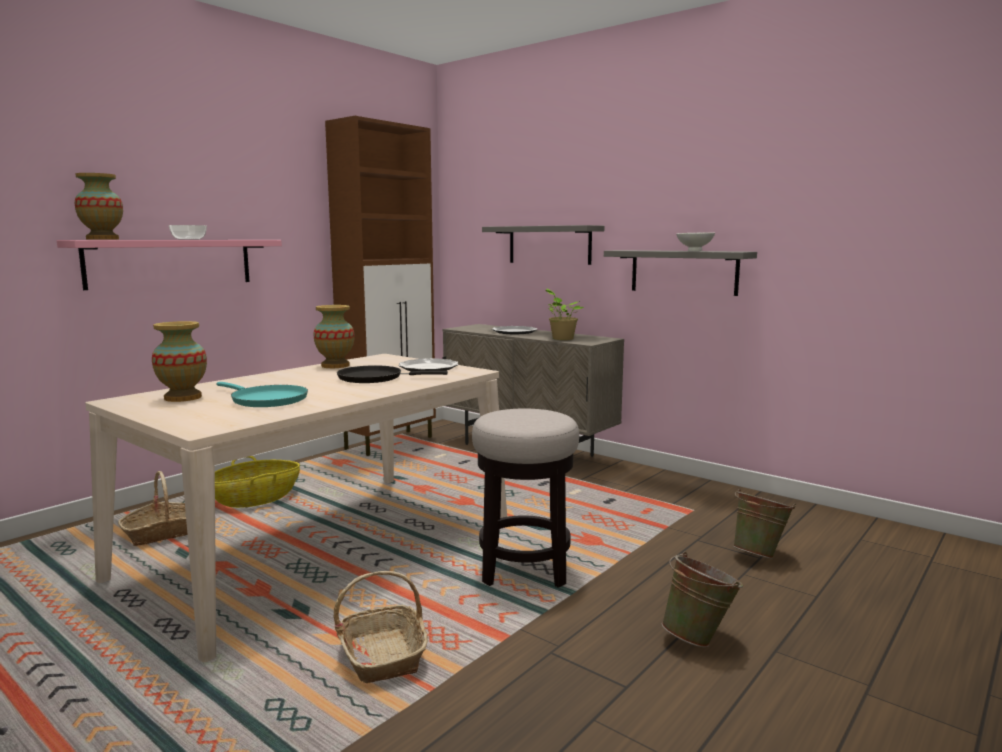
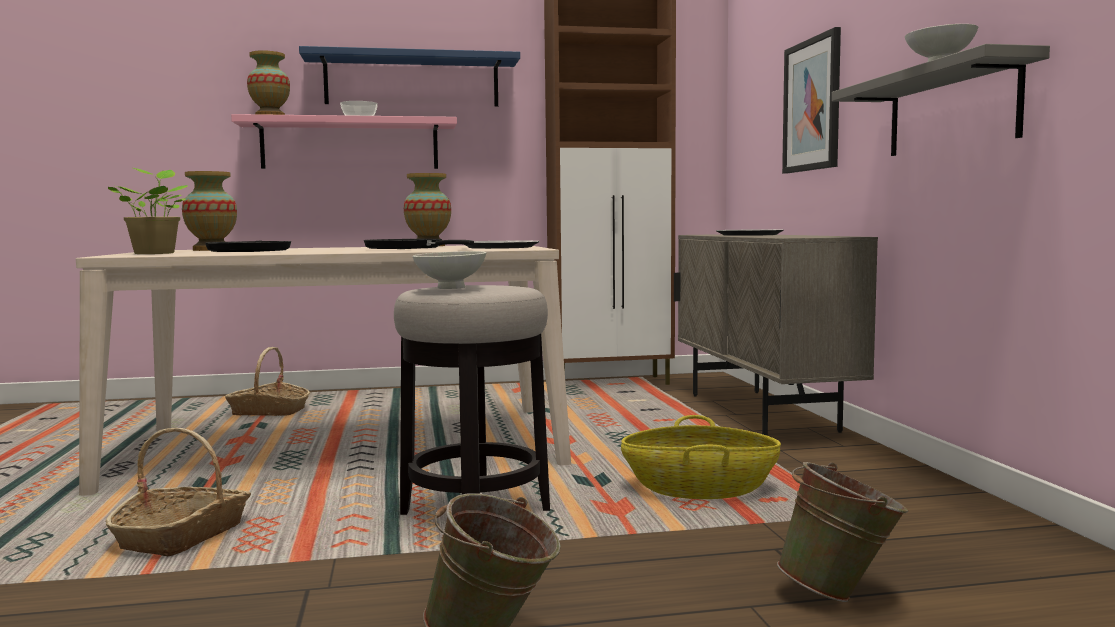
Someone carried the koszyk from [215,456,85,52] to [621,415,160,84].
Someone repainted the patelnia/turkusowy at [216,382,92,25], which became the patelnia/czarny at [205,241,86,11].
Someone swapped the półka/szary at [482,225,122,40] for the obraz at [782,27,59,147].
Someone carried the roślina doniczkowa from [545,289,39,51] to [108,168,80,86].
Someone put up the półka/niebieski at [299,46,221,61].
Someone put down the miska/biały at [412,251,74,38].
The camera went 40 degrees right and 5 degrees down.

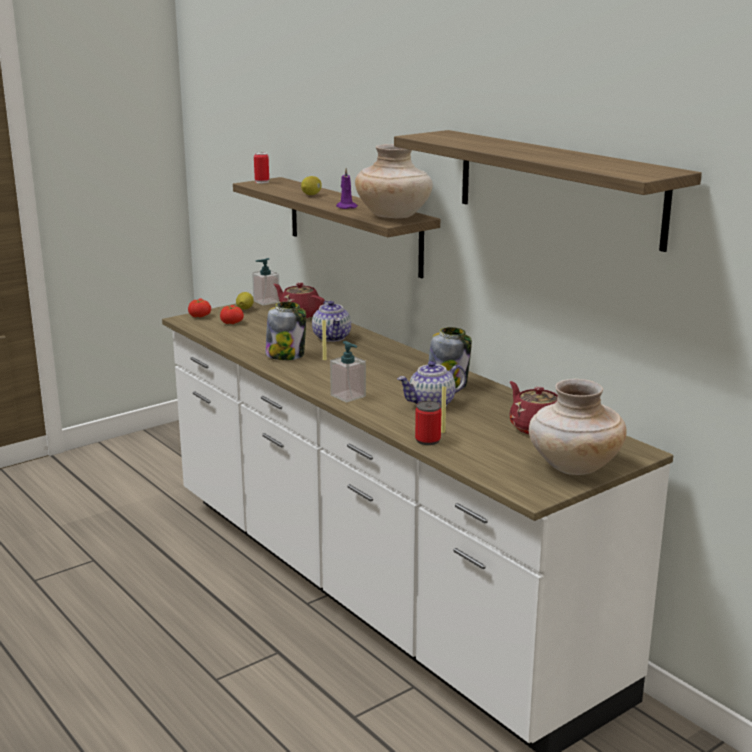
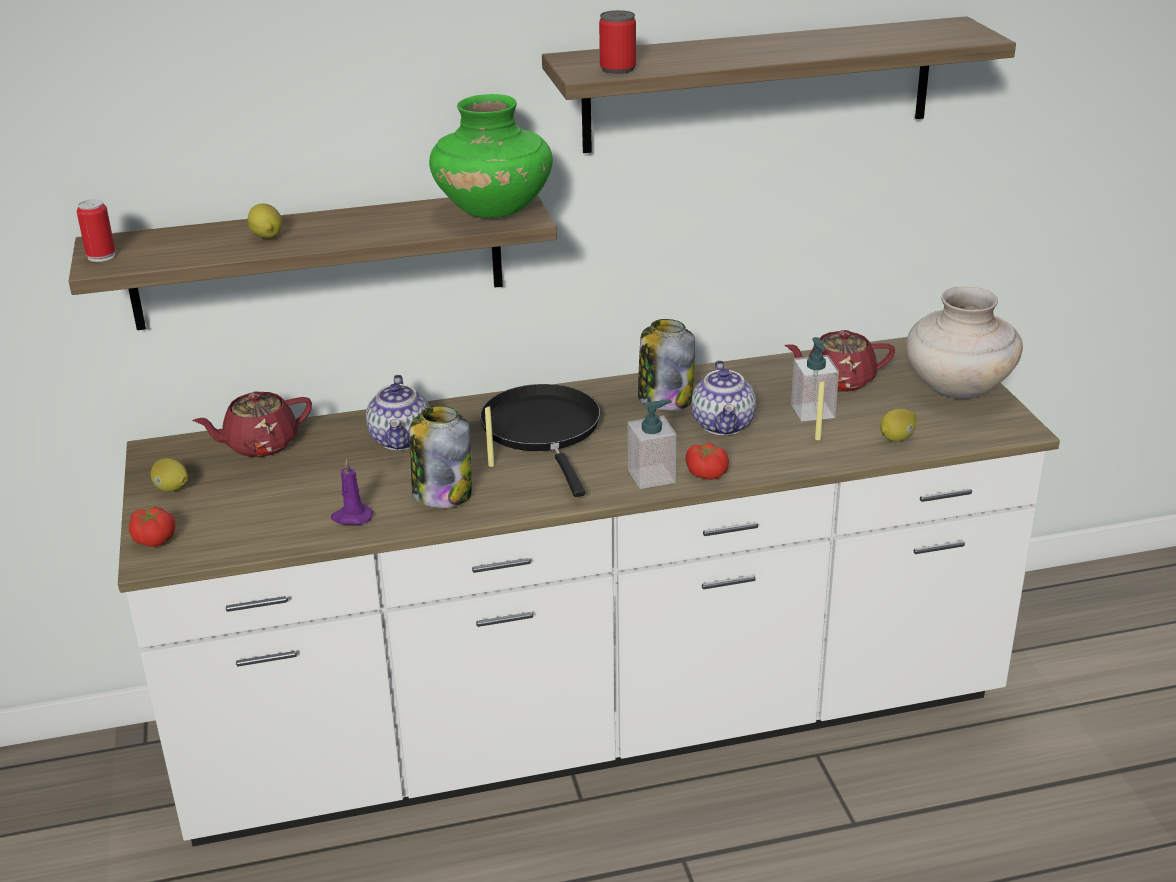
Someone carried the pomidor from [220,305,24,19] to [685,443,44,37].
Someone carried the dozownik mydła from [252,258,28,48] to [791,337,48,84].
Someone rotated the imbryk at [312,301,39,41] by 75 degrees clockwise.
Someone carried the świeca/fioletowy from [336,168,22,41] to [331,459,42,66].
Someone repainted the wazon/beżowy at [355,144,78,75], which became the wazon/zielony at [429,94,124,124].
Someone carried the puszka from [415,401,26,44] to [599,10,37,64].
Someone put down the patelnia/czarny at [480,384,120,113].
Someone put down the cytryna at [880,409,37,32].
The camera went 65 degrees left and 10 degrees up.

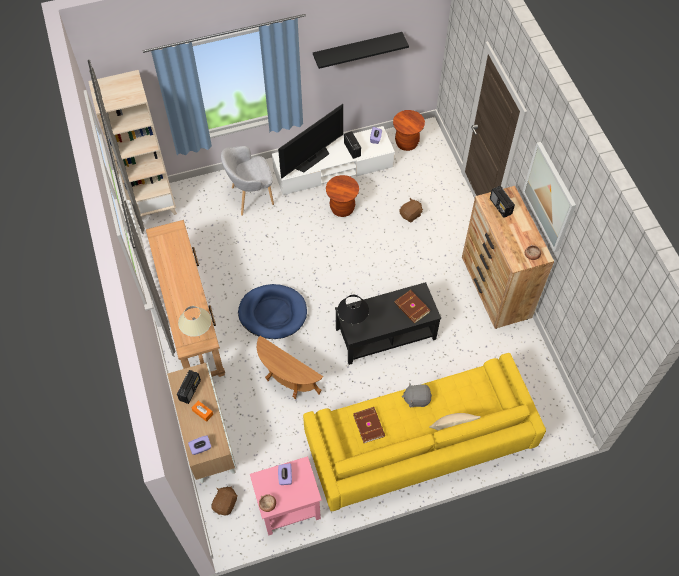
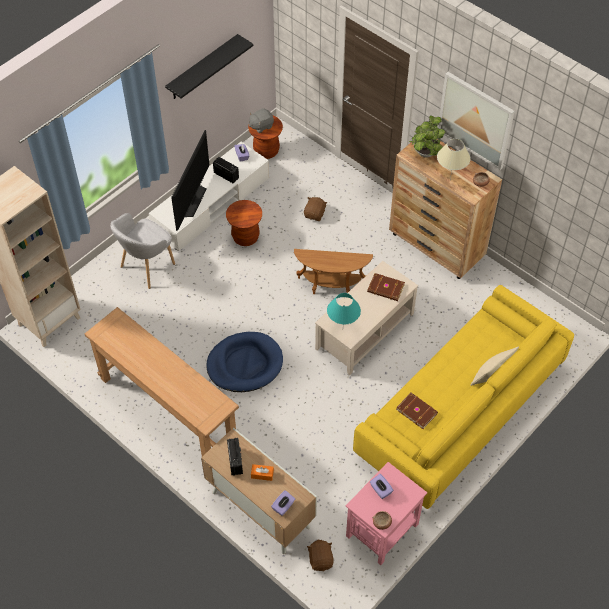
Someone carried the lampa stołowa/beżowy from [178,306,33,32] to [437,139,34,40].
Someone carried the stolik/brązowy from [257,336,66,63] to [294,249,79,45].
Someone repainted the ława/czarny at [335,282,106,83], which became the ława/beżowy at [315,261,103,114].
Someone repainted the lampa stołowa/czarny at [337,295,32,29], which became the lampa stołowa/turkusowy at [327,293,34,32].
Someone carried the pluszak/szary from [402,384,30,23] to [249,108,25,25].
Someone swapped the radio at [490,186,25,32] for the roślina doniczkowa at [409,115,36,43].
The camera went 30 degrees left and 5 degrees down.

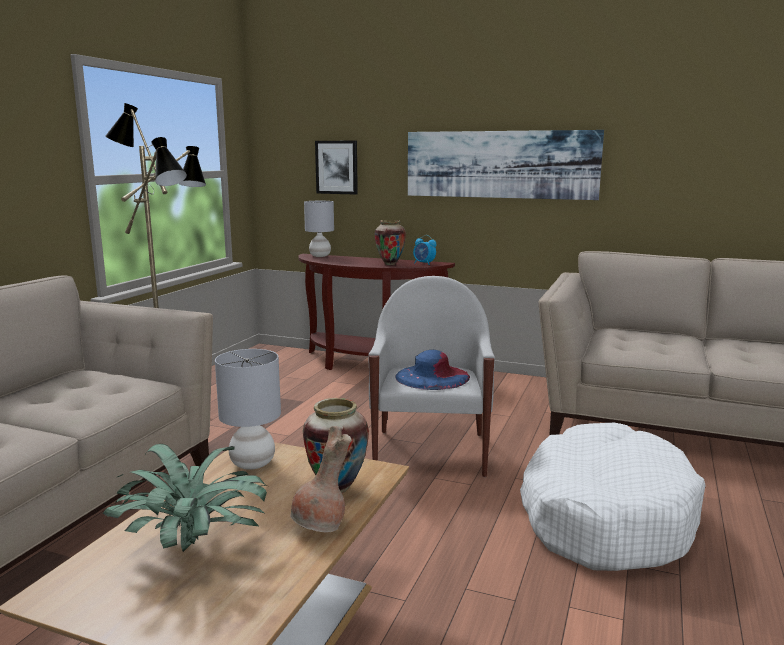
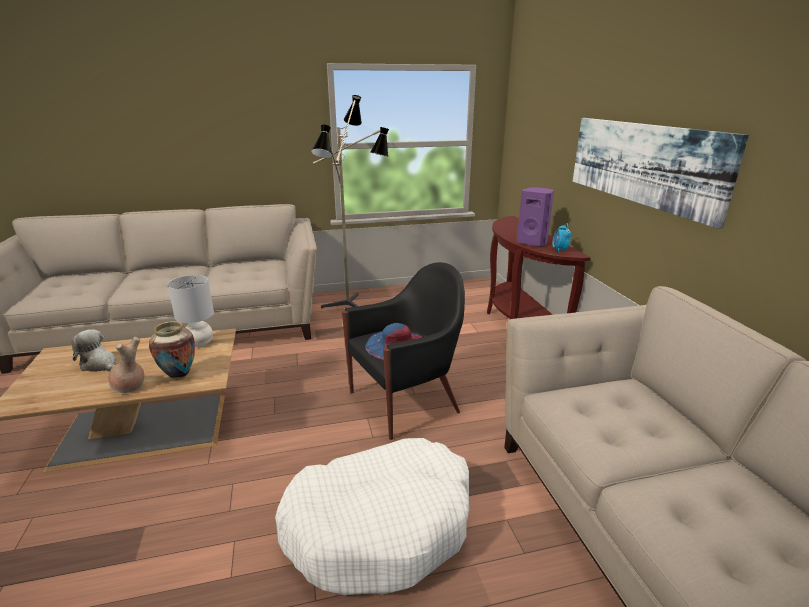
Someone swapped the roślina doniczkowa at [102,444,165,108] for the pluszak at [71,329,45,43].
Someone took away the lampa stołowa/szary at [304,201,30,56].
Someone took away the obraz at [315,141,43,54].
Someone repainted the fotel/biały at [369,276,126,201], which became the fotel/czarny at [342,262,123,178].
Someone swapped the wazon at [375,220,31,45] for the głośnik/fioletowy at [517,187,37,60].
The camera went 55 degrees right and 10 degrees up.

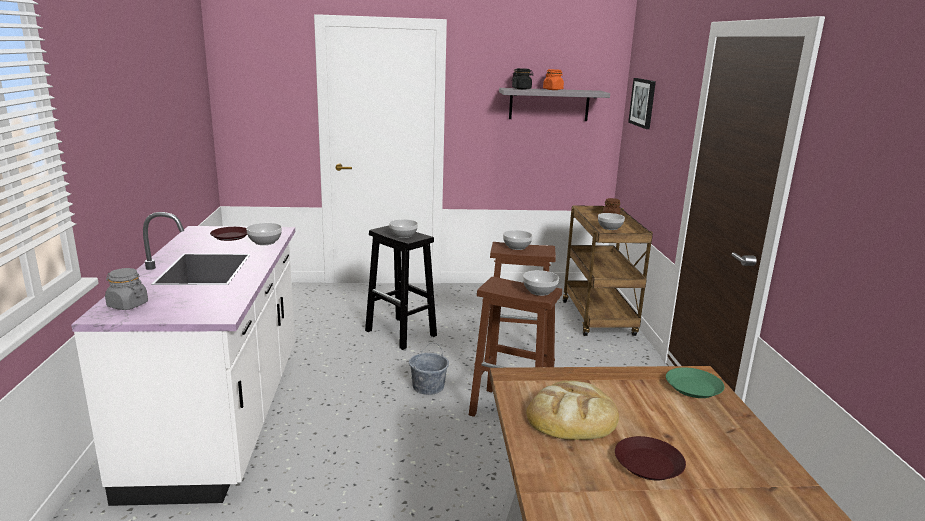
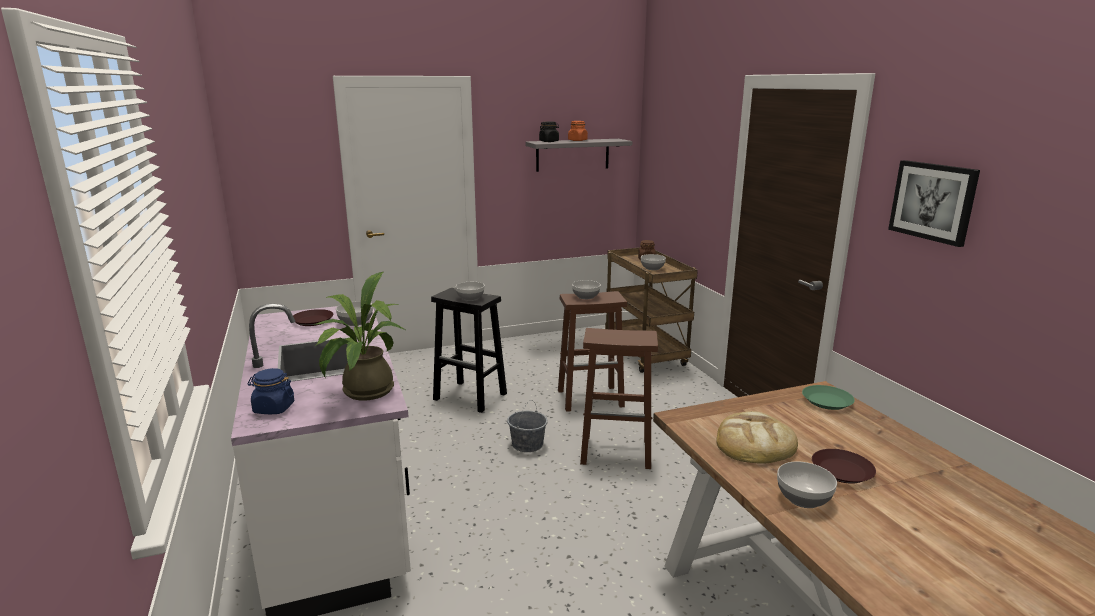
Someone repainted the słoik/szary at [105,268,43,42], which became the słoik/niebieski at [248,368,46,46].
Someone carried the miska from [523,270,36,26] to [777,462,60,46].
Someone carried the obraz from [628,78,28,51] to [888,160,92,87].
Someone put down the roślina doniczkowa at [315,272,90,129].
The camera went 15 degrees left and 0 degrees up.

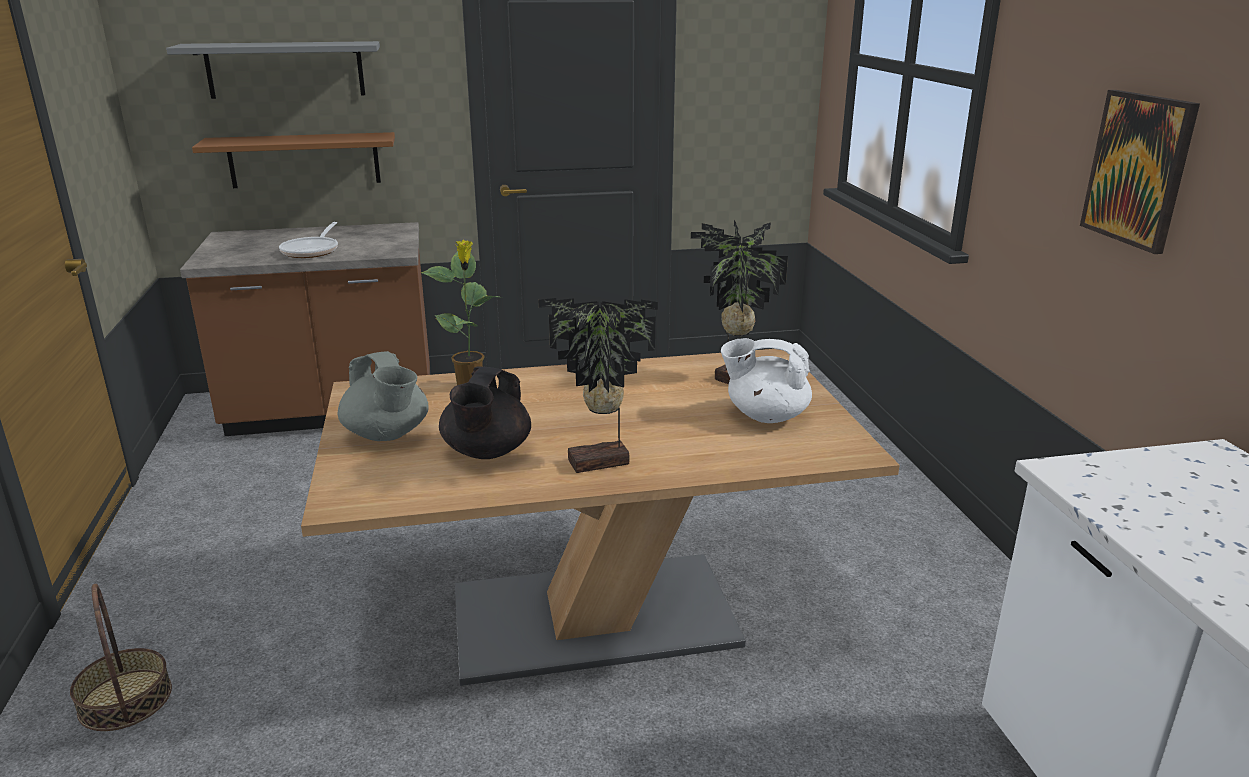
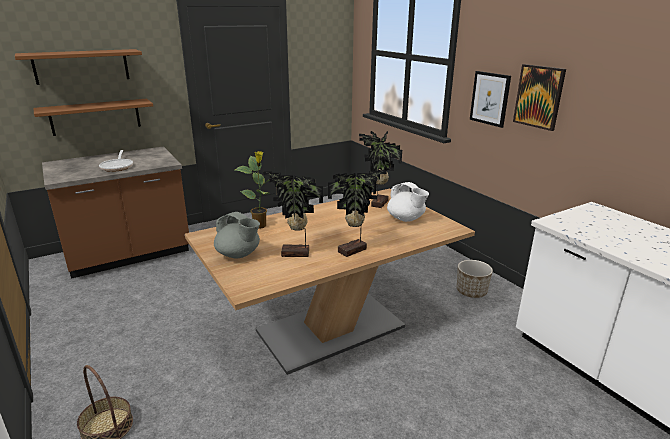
Someone repainted the półka/szary at [166,41,214,58], which became the półka/brązowy at [15,49,127,36].
Someone swapped the imbryk/czarny at [439,366,92,93] for the roślina doniczkowa at [263,172,60,85].
Someone rotated the imbryk/biały at [721,338,91,85] by 120 degrees counterclockwise.
Someone put down the donica at [457,260,36,38].
Someone put up the obraz at [470,71,41,57].
The camera went 20 degrees left and 0 degrees up.

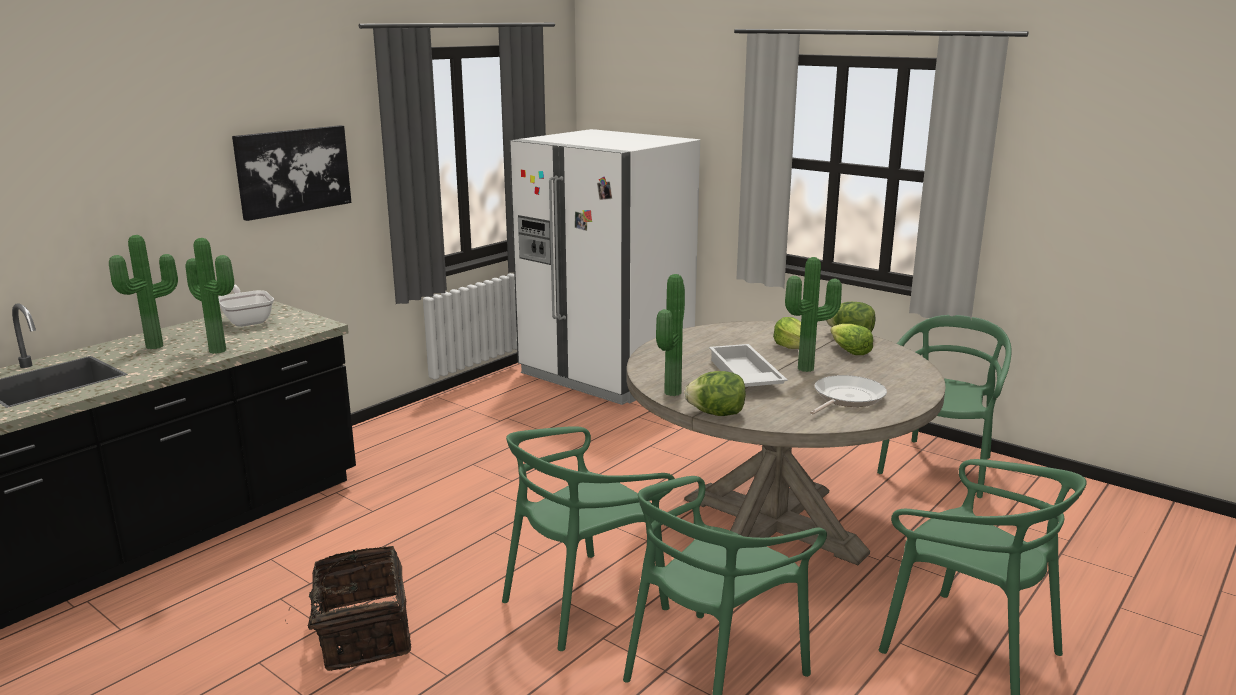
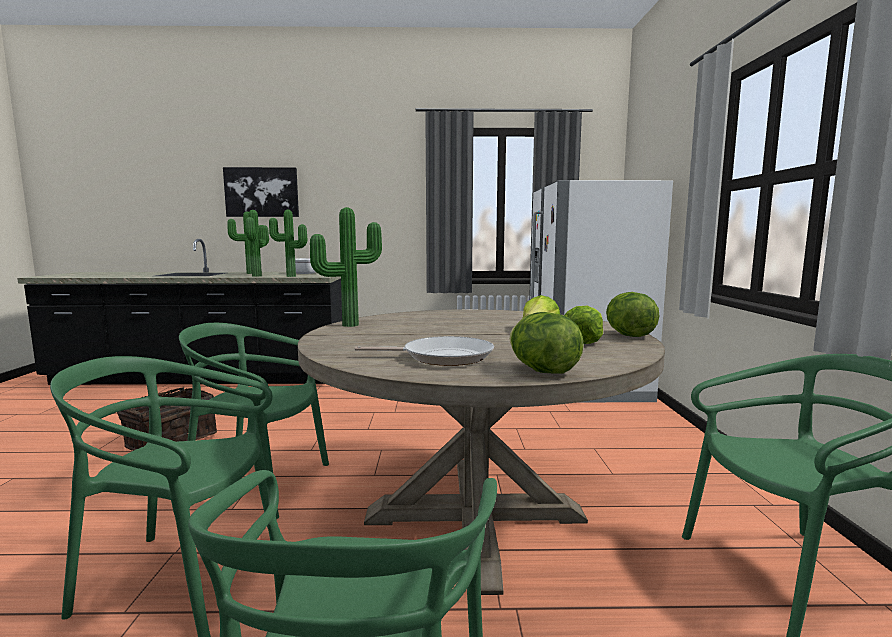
Someone carried the obraz from [232,125,119,96] to [223,167,76,50].
Someone carried the sałata from [684,371,62,45] to [509,312,75,62].
Someone took away the taca/biały at [709,344,78,43].
Someone carried the roślina doniczkowa from [785,257,57,115] to [269,210,38,67].
The camera went 50 degrees right and 10 degrees down.

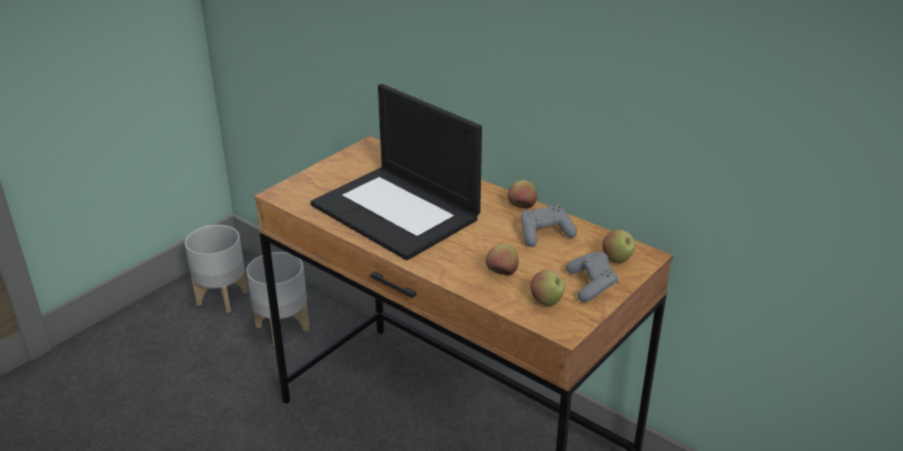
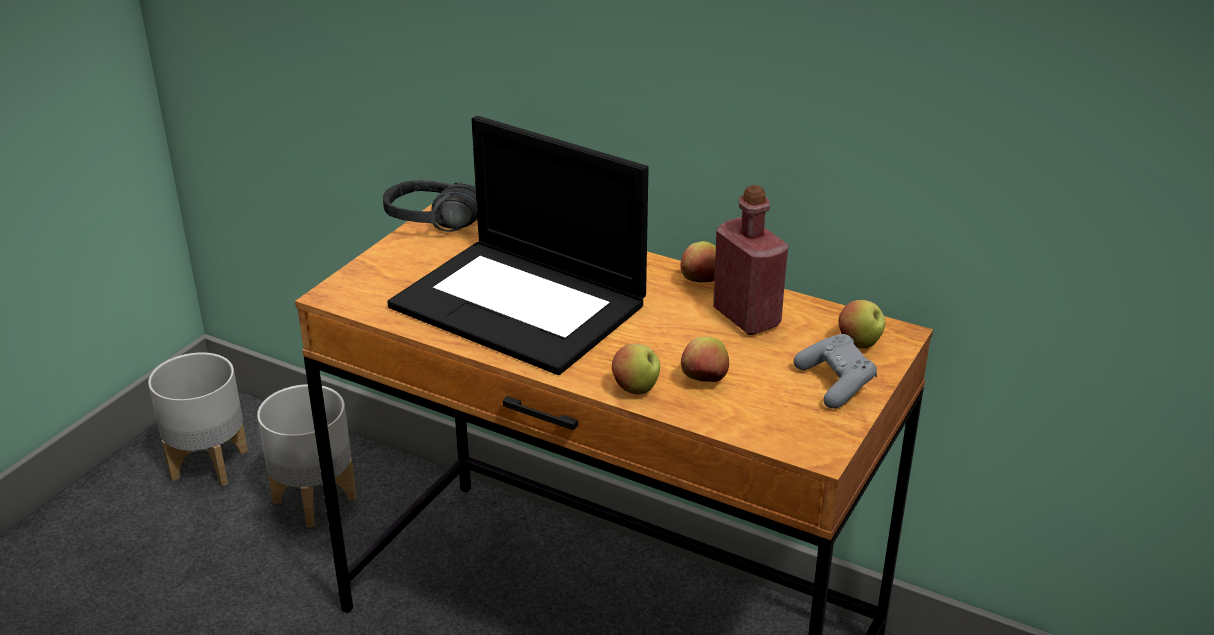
Someone swapped the pad do gier/szary at [521,204,56,43] for the butelka/czerwony at [713,185,76,150].
Someone carried the jabłko from [530,270,35,36] to [612,344,48,51].
Someone put down the słuchawki/czarny at [383,180,94,52].
The camera went 10 degrees left and 0 degrees up.

